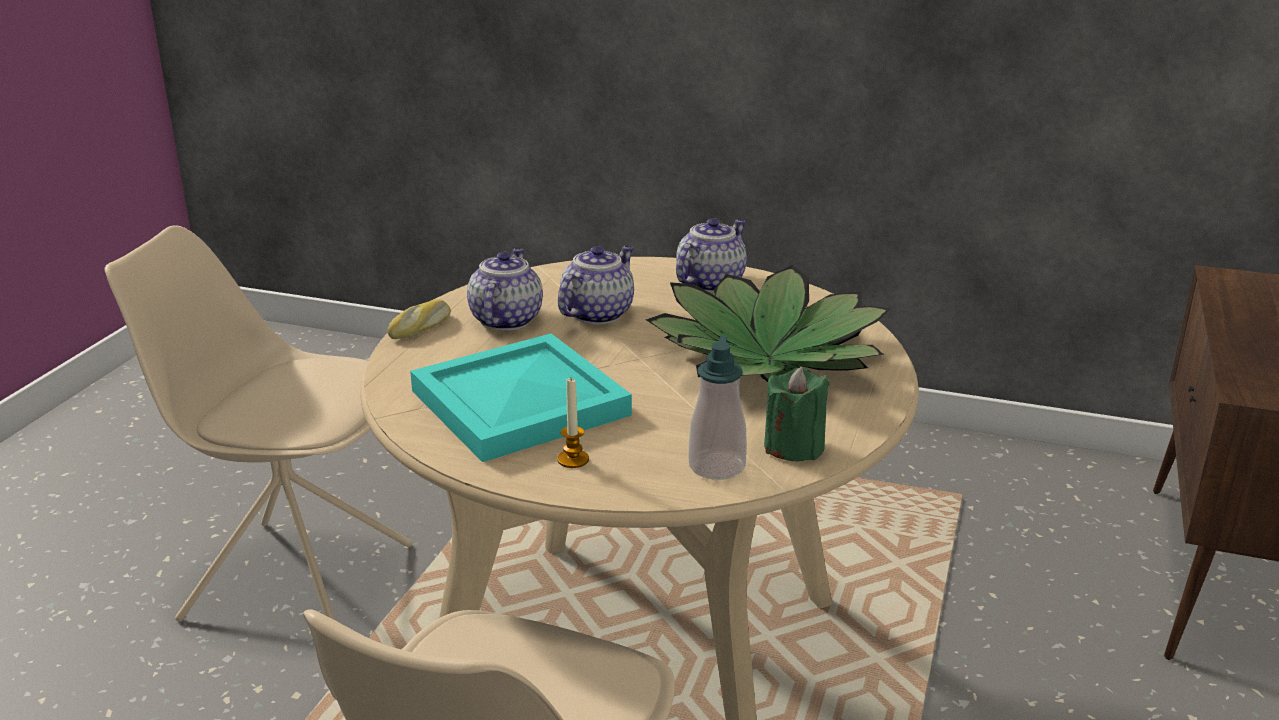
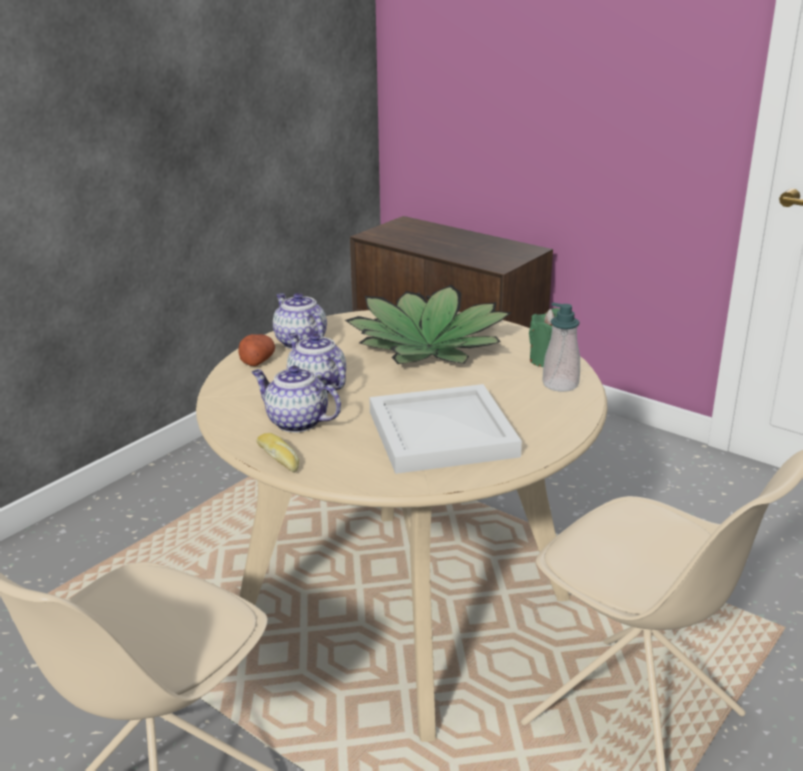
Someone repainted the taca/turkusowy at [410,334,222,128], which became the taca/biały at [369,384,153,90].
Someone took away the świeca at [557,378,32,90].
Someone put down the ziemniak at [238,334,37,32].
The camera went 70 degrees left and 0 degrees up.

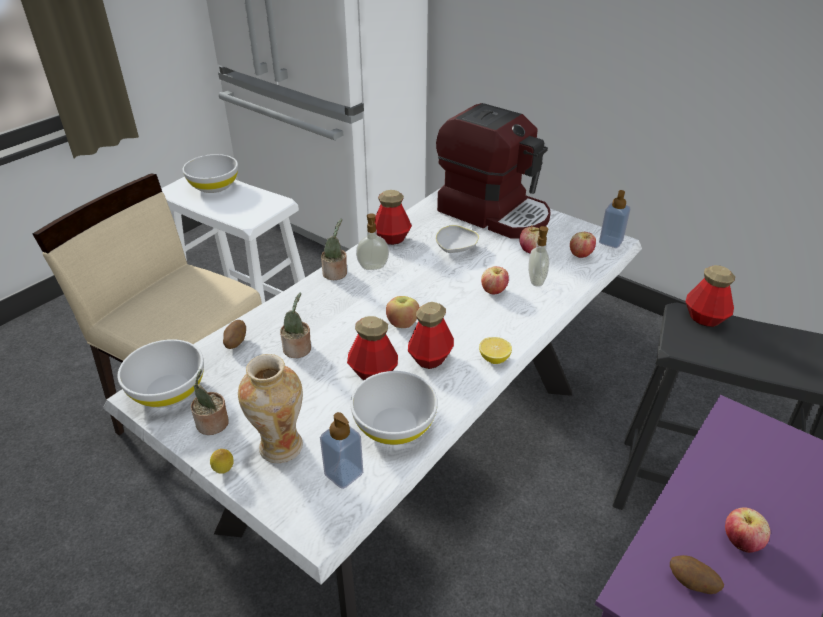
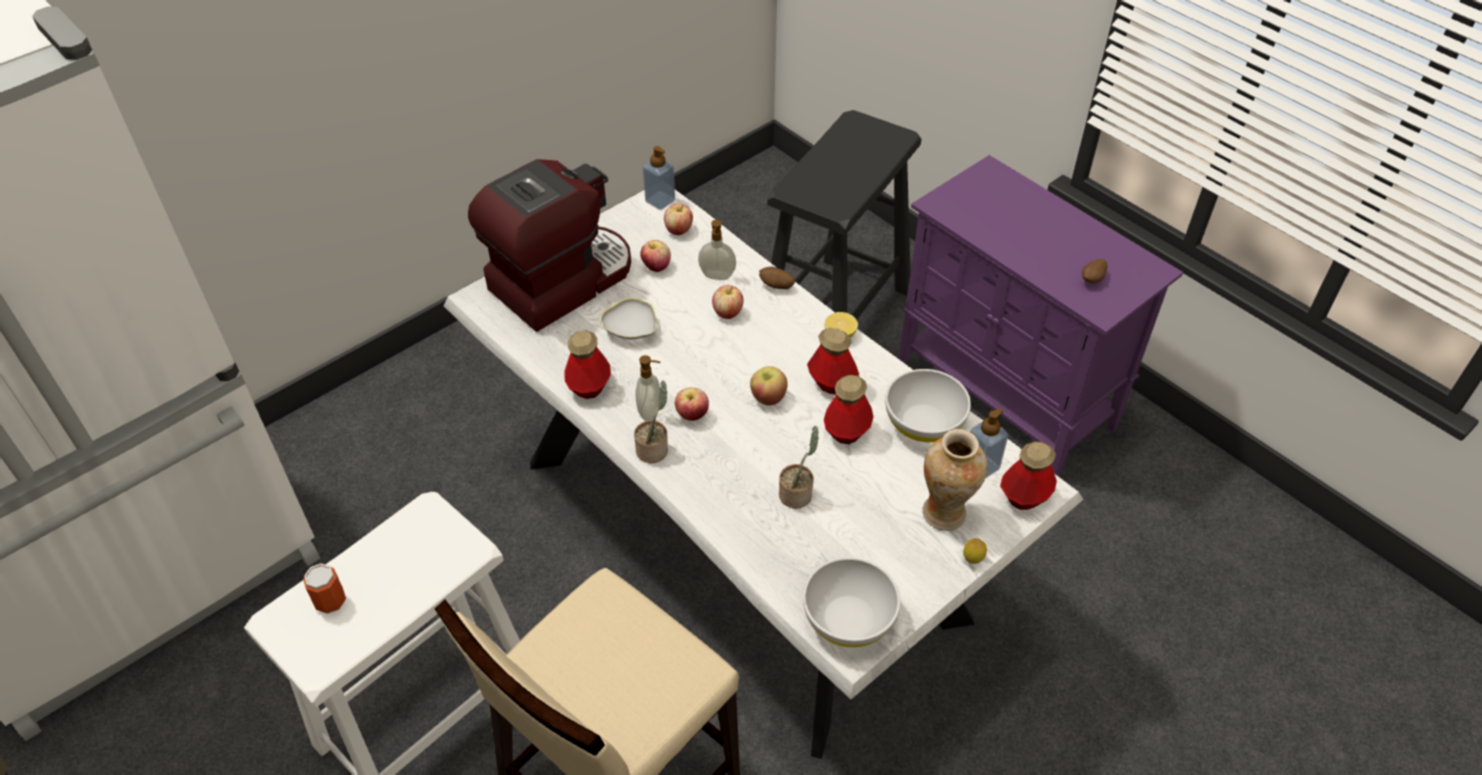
Someone swapped the miska/biały at [182,154,56,39] for the puszka at [303,563,43,51].
Someone took away the roślina doniczkowa at [191,369,38,66].
Someone carried the ziemniak from [223,320,23,29] to [759,267,36,22].
Someone carried the butelka from [685,265,50,62] to [1000,442,57,68].
Someone carried the jabłko from [725,508,45,45] to [675,387,34,34].
The camera went 80 degrees left and 10 degrees up.

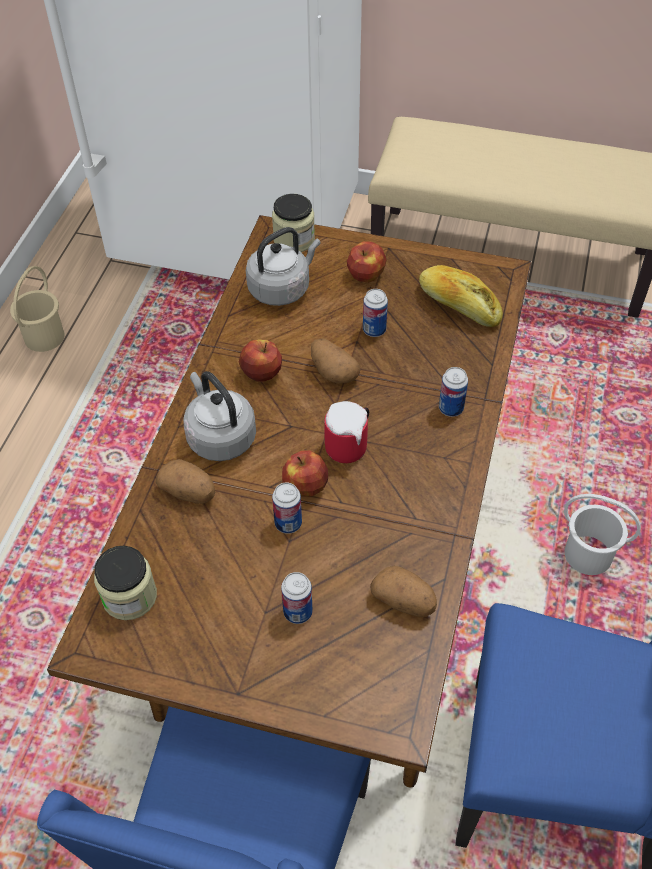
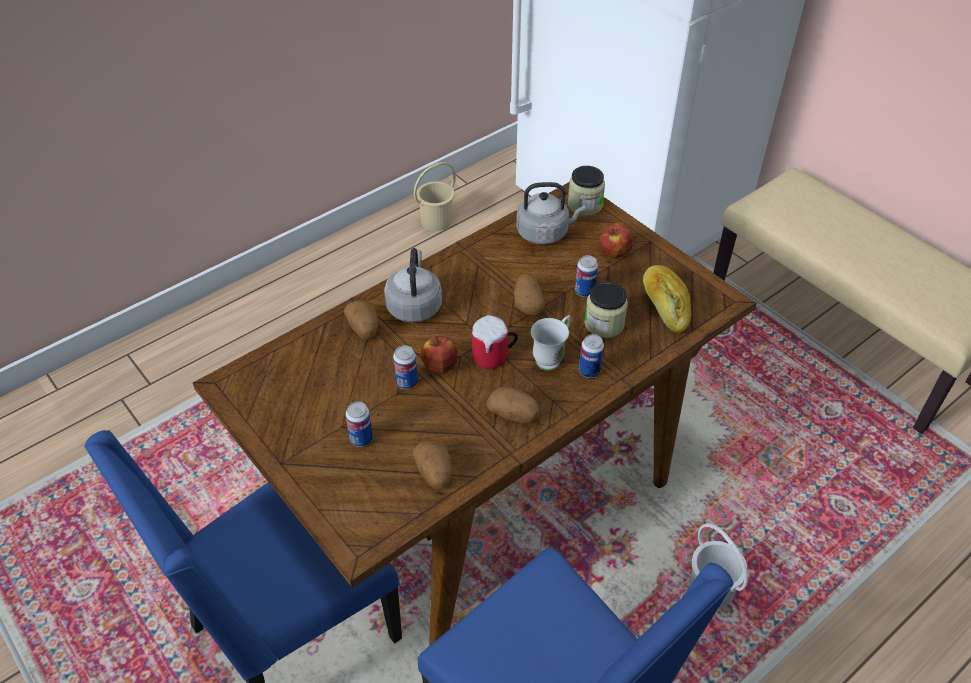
Someone carried the słoik from [94,546,63,74] to [584,282,44,56].
Someone took away the jabłko at [239,339,43,43].
Someone put down the ziemniak at [486,386,53,37].
Someone put down the kubek/biały at [531,315,40,55].
The camera went 35 degrees right and 5 degrees down.

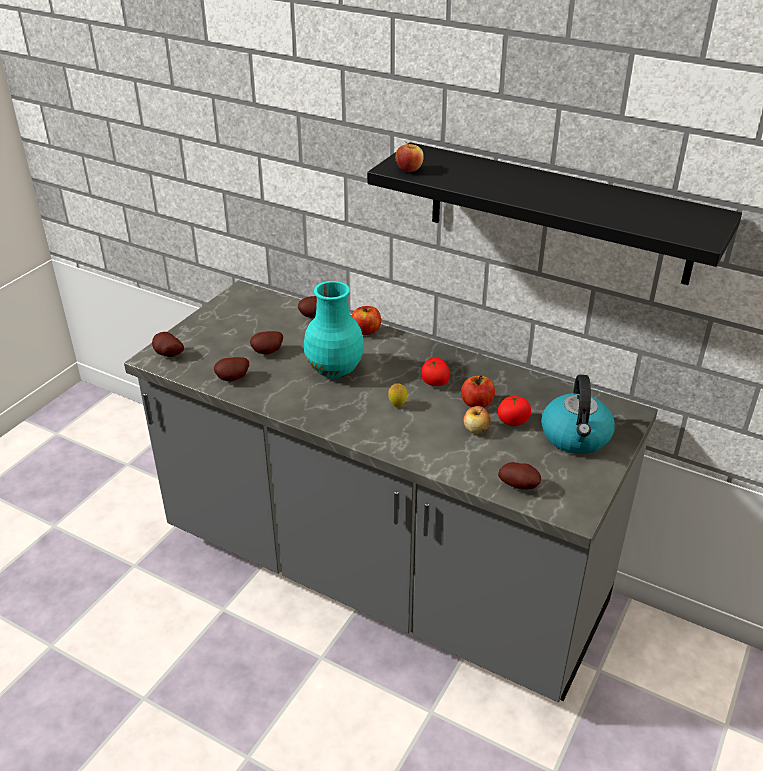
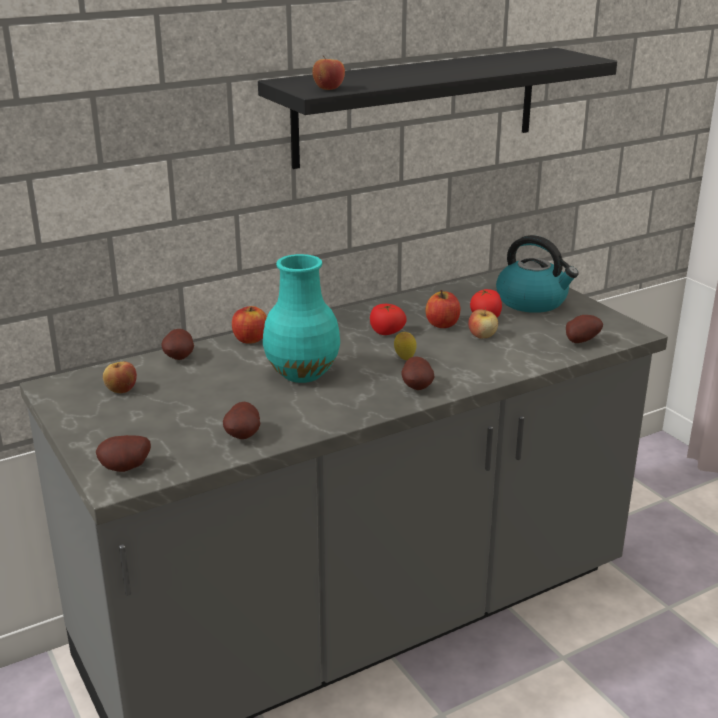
Someone carried the ziemniak from [250,331,33,24] to [402,356,32,34].
Someone put down the jabłko at [103,362,34,31].
The camera went 60 degrees left and 10 degrees down.

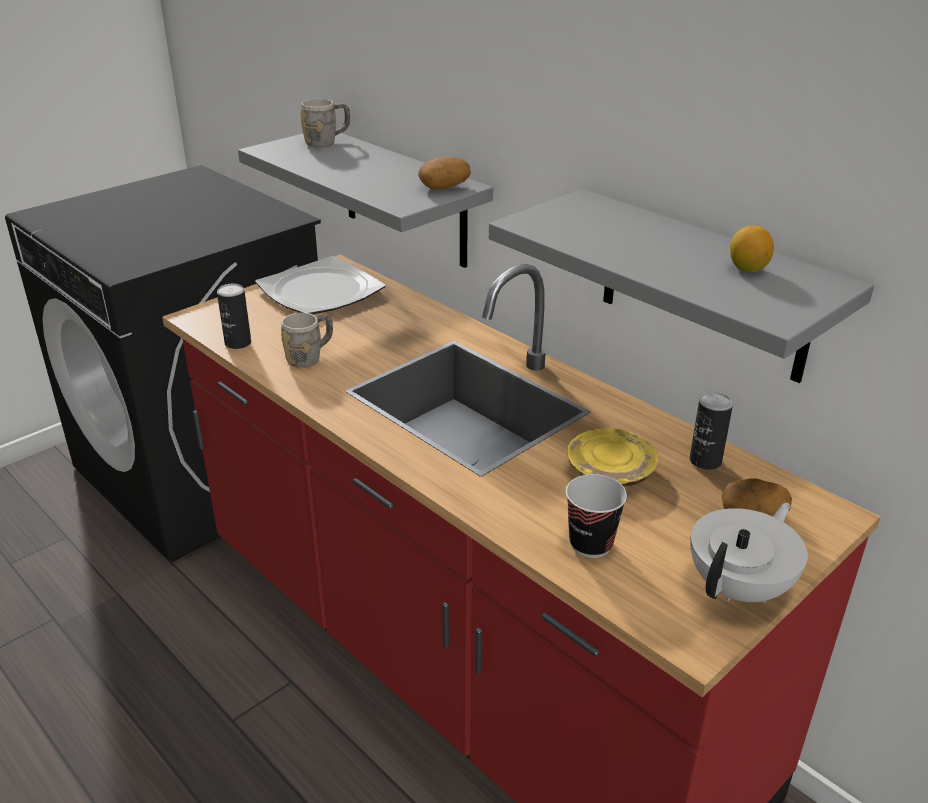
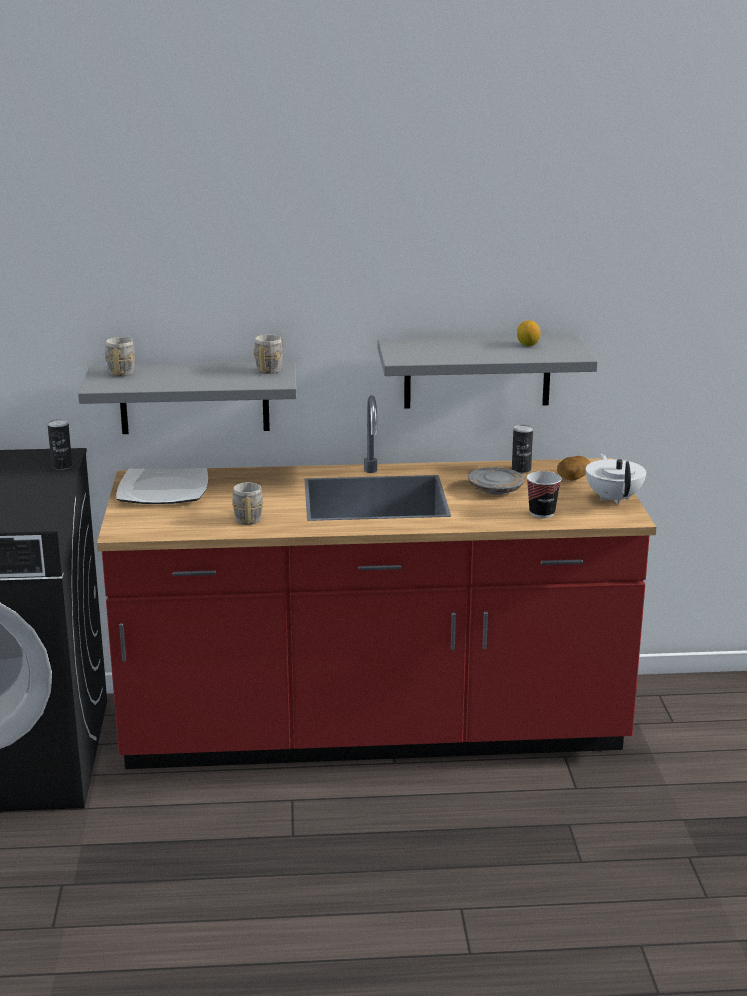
Someone carried the puszka from [217,284,34,65] to [48,419,24,51].
Someone swapped the ziemniak at [418,157,53,33] for the kubek/szary at [253,335,31,39].
Someone repainted the talerz/żółty at [567,428,92,59], which became the talerz/szary at [468,467,56,28].
The camera went 50 degrees left and 10 degrees down.

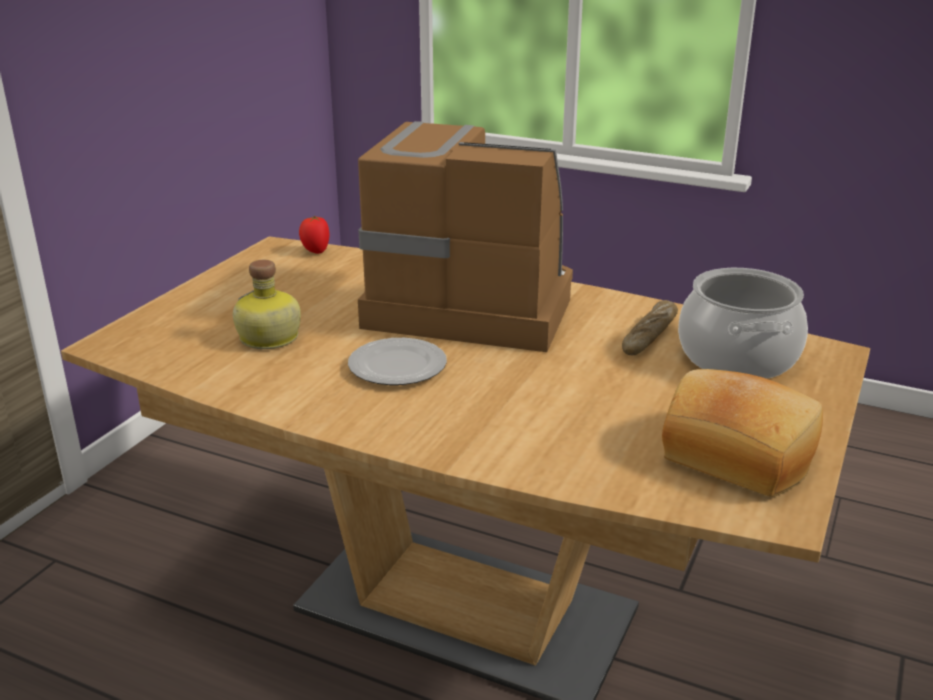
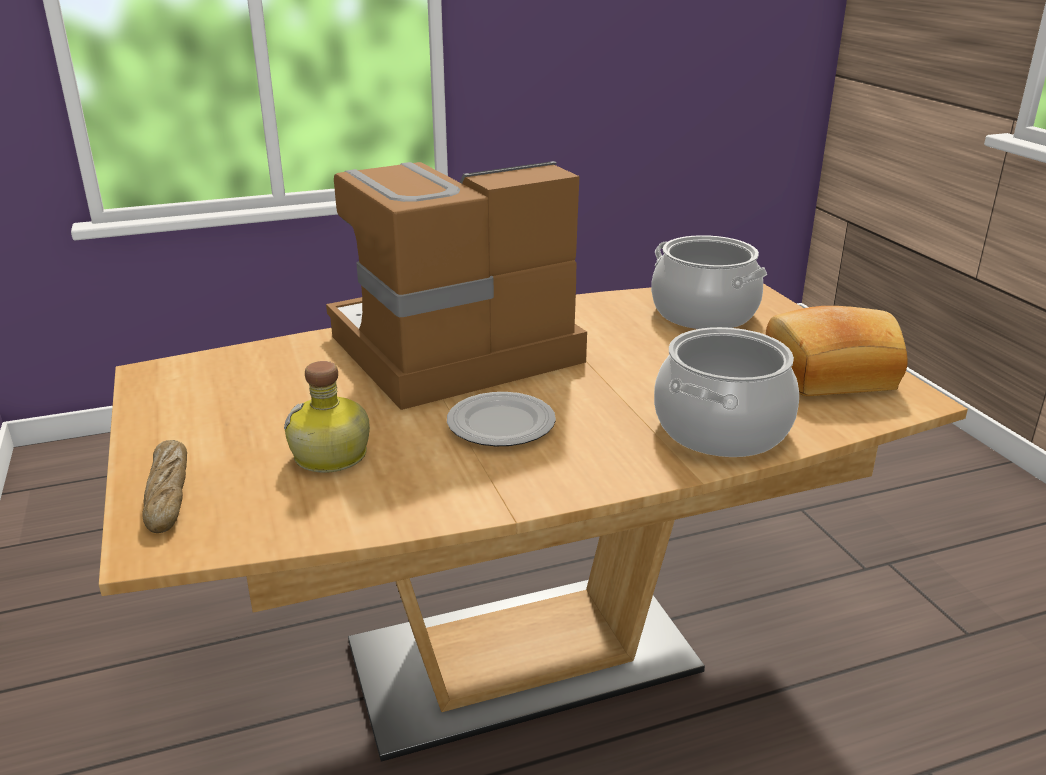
Someone took away the pomidor at [299,216,30,38].
Someone carried the chleb from [622,300,56,55] to [142,440,45,93].
Someone put down the garnek at [654,327,145,130].
The camera went 45 degrees left and 0 degrees up.

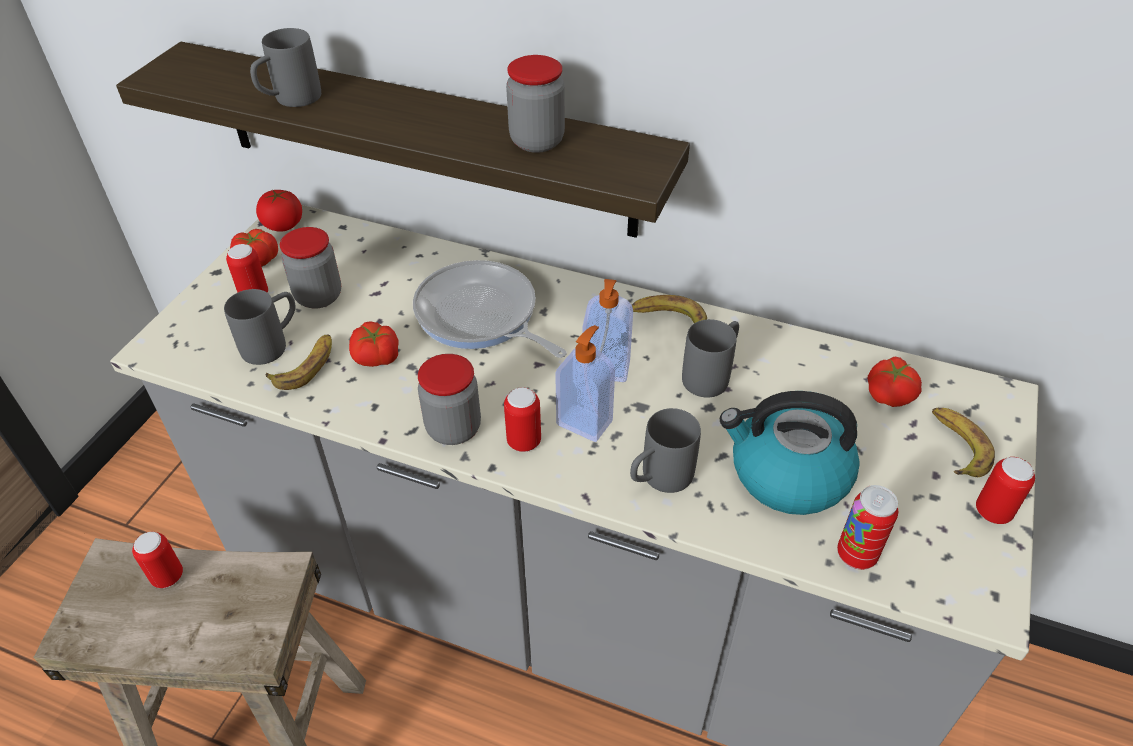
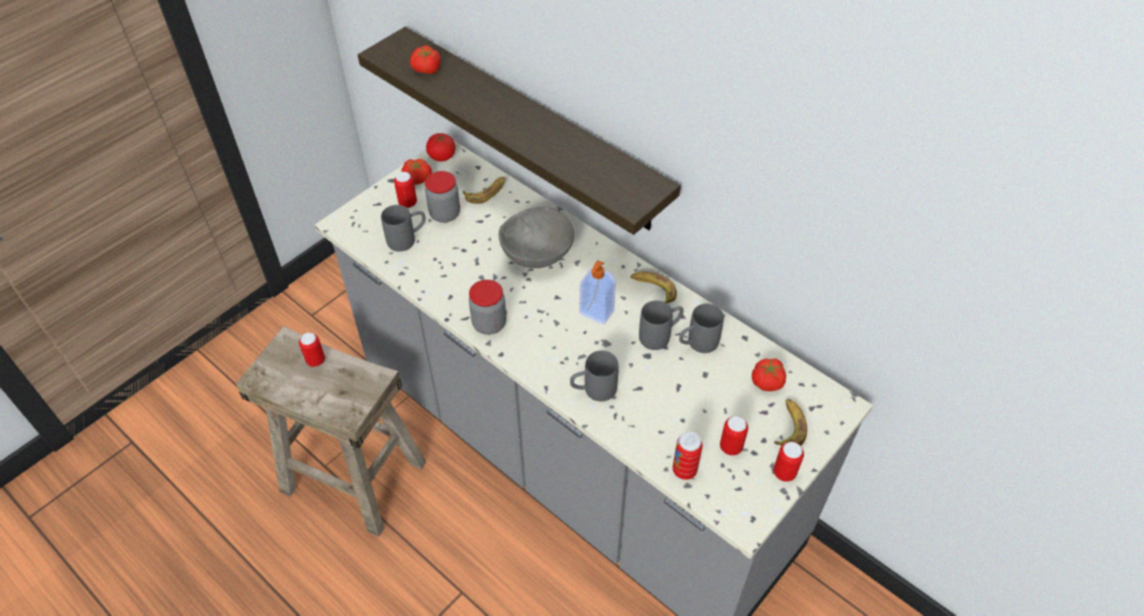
Someone carried the kubek/szary from [250,28,71,79] to [679,304,45,49].
Someone carried the banan from [266,335,66,55] to [463,177,42,27].
Someone carried the pomidor from [349,321,50,46] to [410,45,31,29].
Someone swapped the patelnia at [413,260,154,98] for the miska/szary at [499,207,75,61].
Someone carried the puszka from [504,387,37,65] to [720,416,28,40].
Someone took away the słoik at [506,55,59,98].
Someone took away the dozownik mydła at [555,325,60,117].
Someone took away the czajnik at [719,391,141,124].
The camera went 20 degrees right and 5 degrees up.

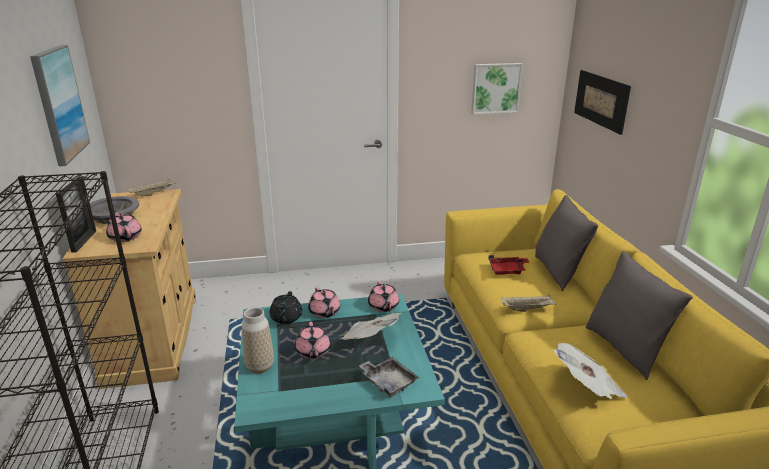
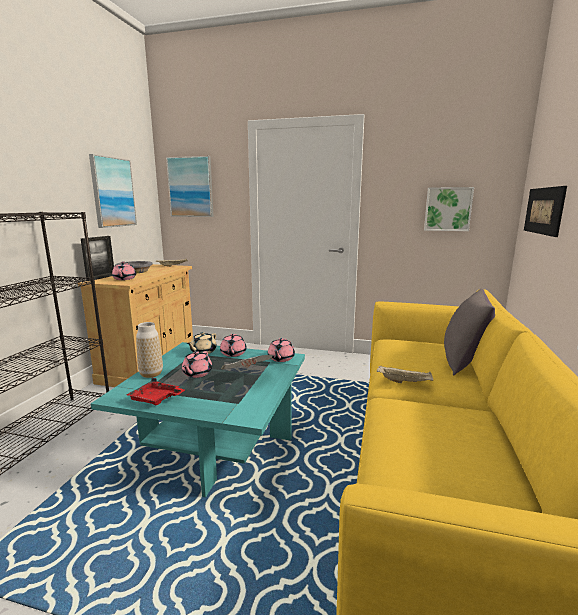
Someone repainted the imbryk/czarny at [270,291,32,33], which became the imbryk/beżowy at [187,332,30,22].
Someone took away the taca/szary at [359,357,61,40].
Someone carried the taca/czerwony from [488,255,42,20] to [126,378,59,27].
Someone took away the gazeta at [553,343,75,56].
Someone took away the poduszka/szary at [586,251,107,129].
Someone put up the obraz at [166,156,47,61].
The camera went 25 degrees right and 10 degrees down.

